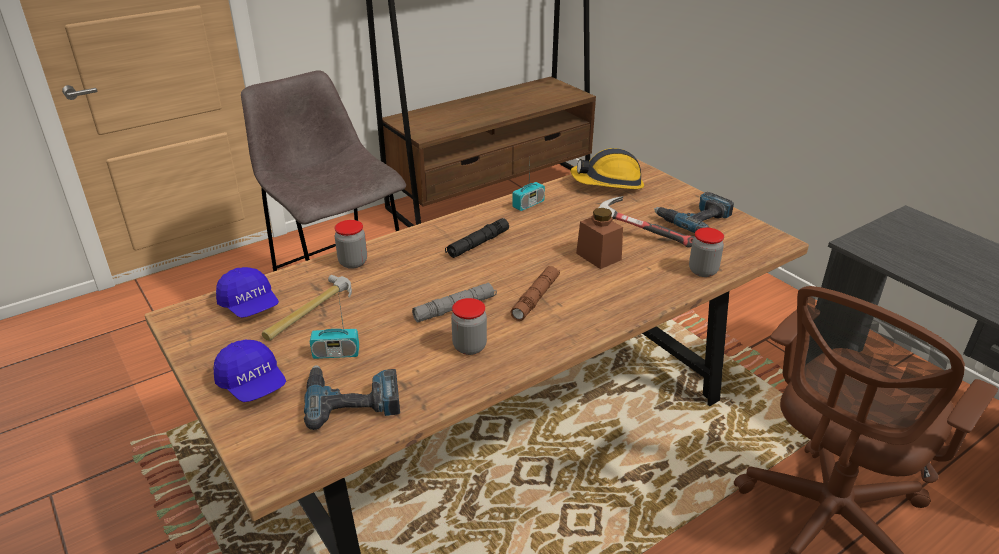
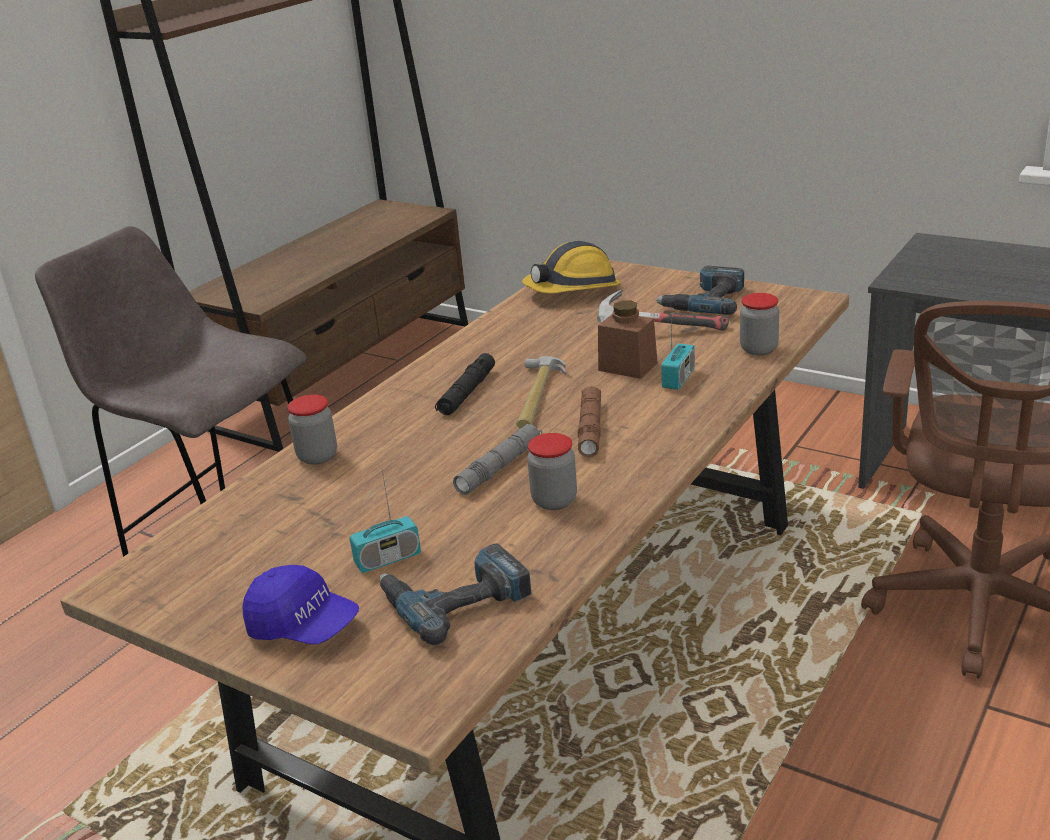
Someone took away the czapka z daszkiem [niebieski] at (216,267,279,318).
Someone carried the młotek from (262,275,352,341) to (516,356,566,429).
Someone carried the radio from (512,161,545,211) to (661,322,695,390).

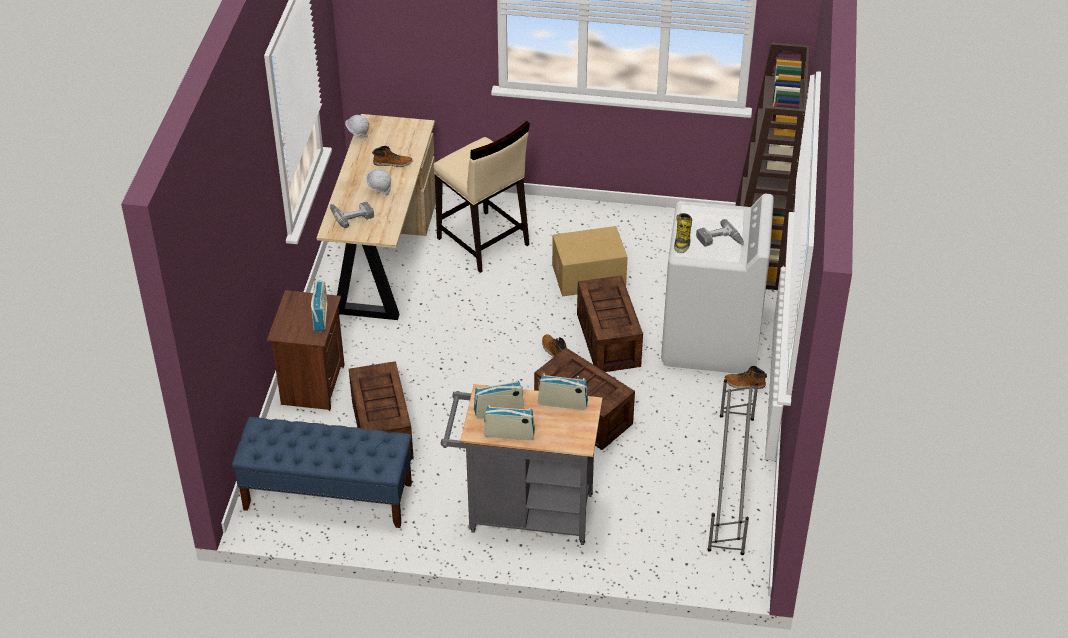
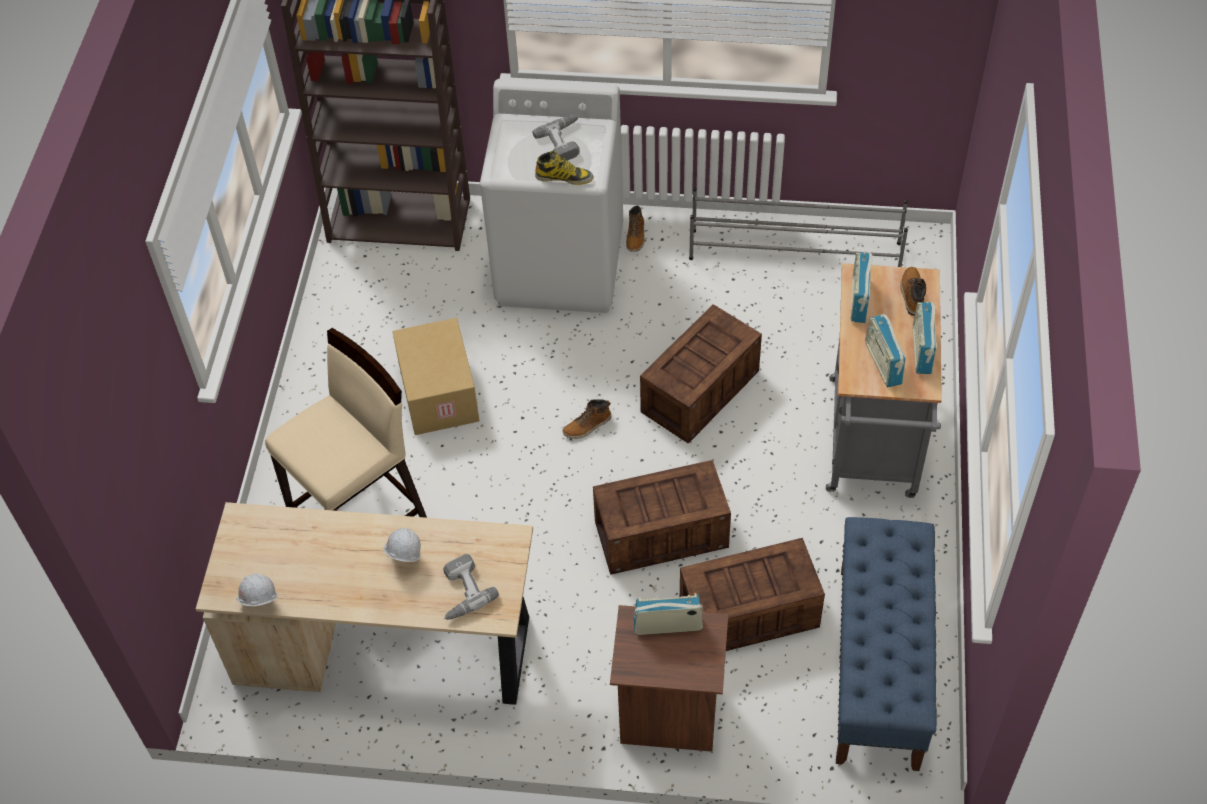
Someone carried the but z cholewką from (372,146,413,167) to (900,267,926,316).
Someone carried the skrzynka from (577,275,643,372) to (593,460,731,575).

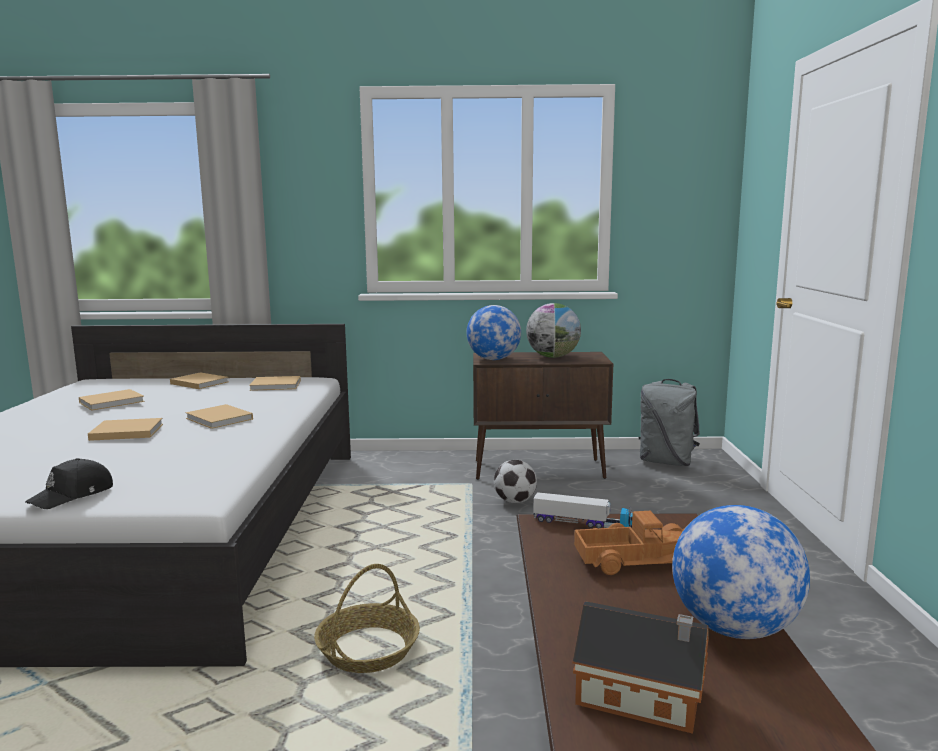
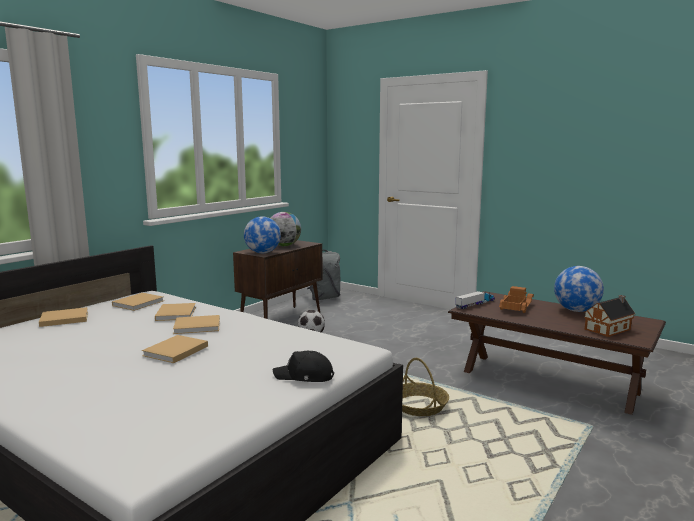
Someone carried the książka [beżowy] from (79,389,145,411) to (155,303,196,321).
Someone rotated the czapka z daszkiem [czarny] at (25,458,113,509) by 120 degrees clockwise.

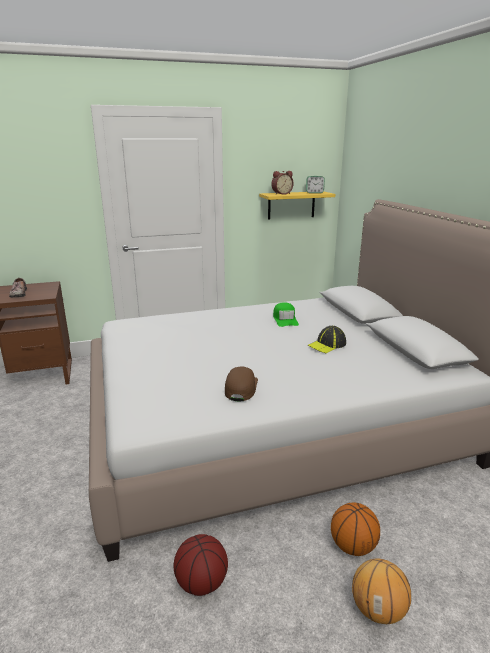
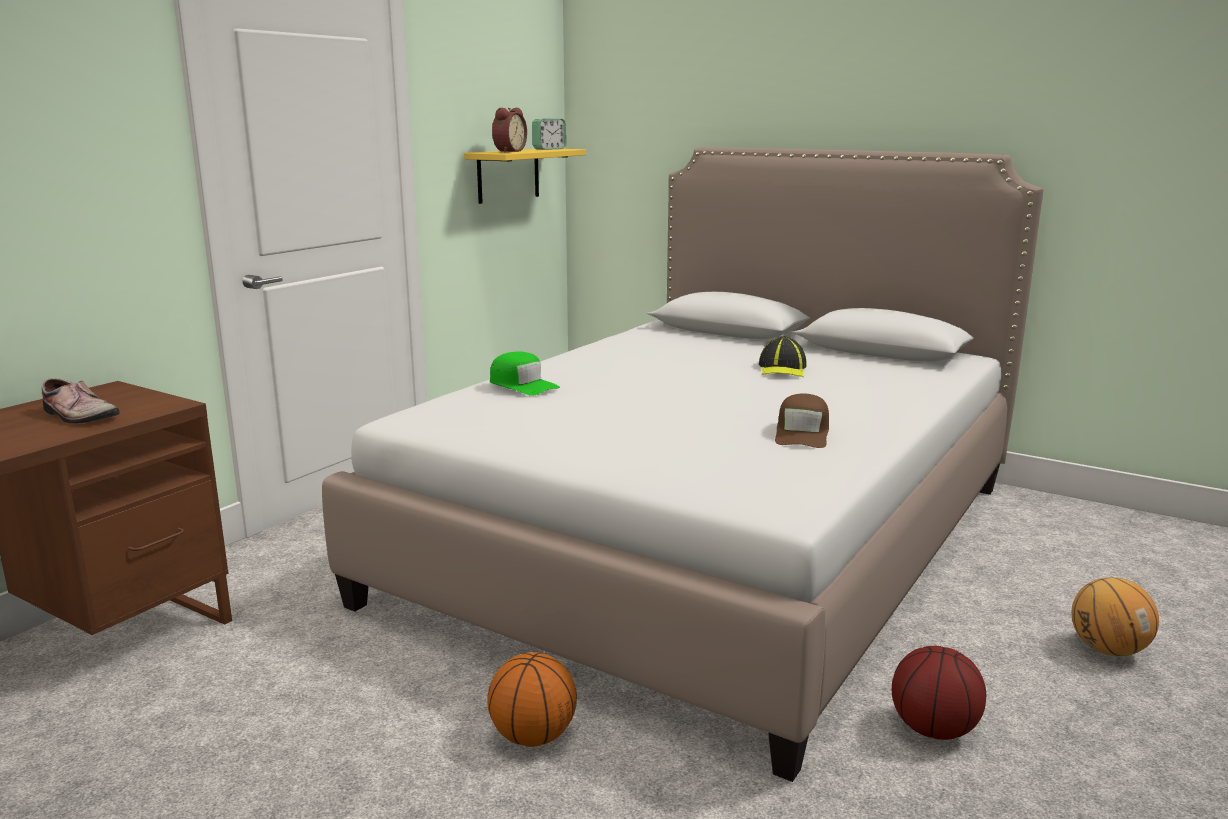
Someone carried the czapka z daszkiem [zielony] from (273,302,299,327) to (490,351,560,396).
Someone carried the piłka do koszykówki from (331,502,380,556) to (487,652,577,747).
Someone rotated the czapka z daszkiem [brązowy] at (225,366,258,401) by 135 degrees counterclockwise.

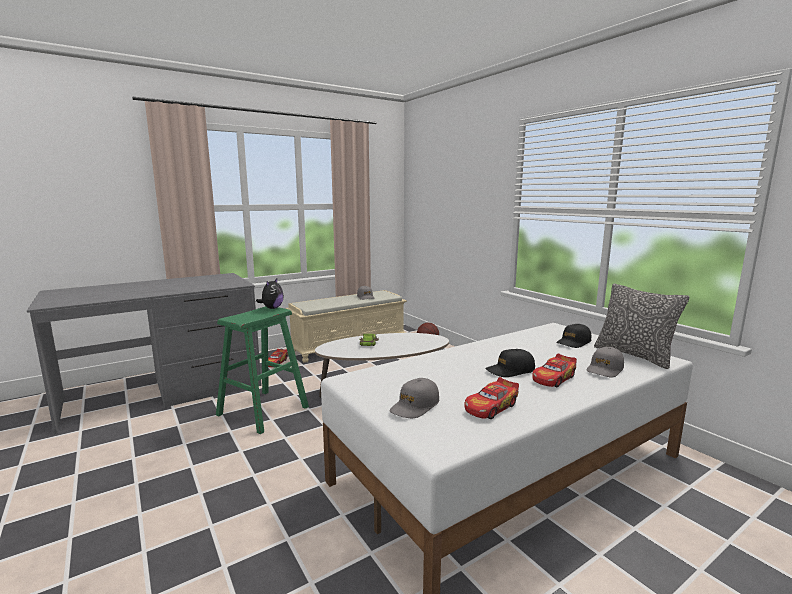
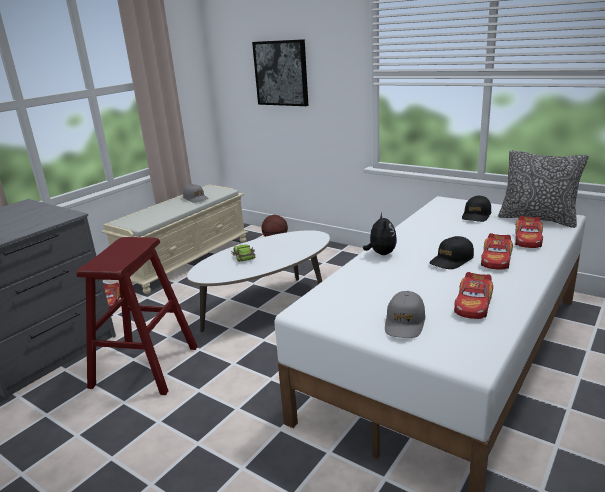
Someone put up the obraz at (252,39,308,106).
Someone carried the pluszak from (256,278,284,309) to (363,213,397,255).
Someone swapped the czapka z daszkiem [szary] at (587,347,624,377) for the samochodzik at (515,216,543,248).
Someone repainted the stołek [zielony] at (216,306,309,434), which became the stołek [czerwony] at (76,237,198,395).

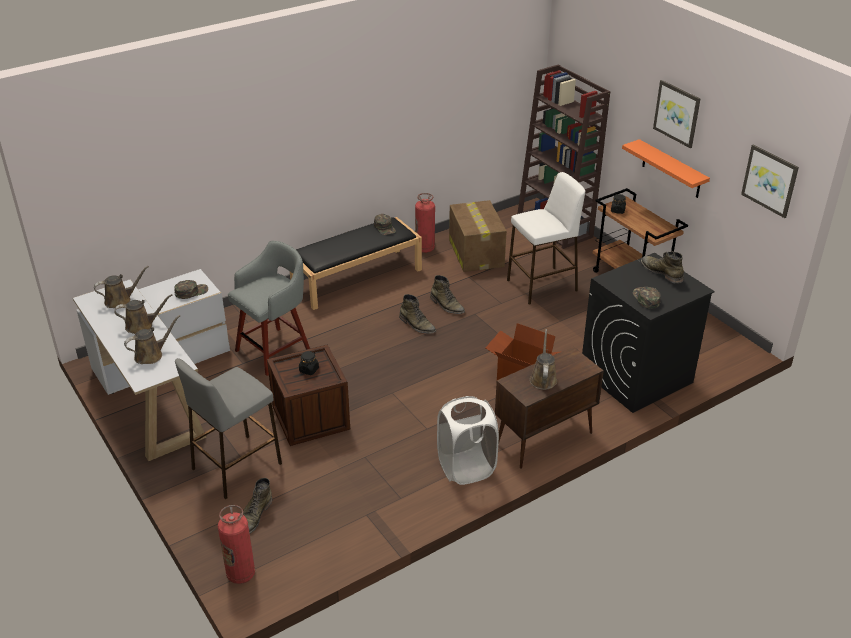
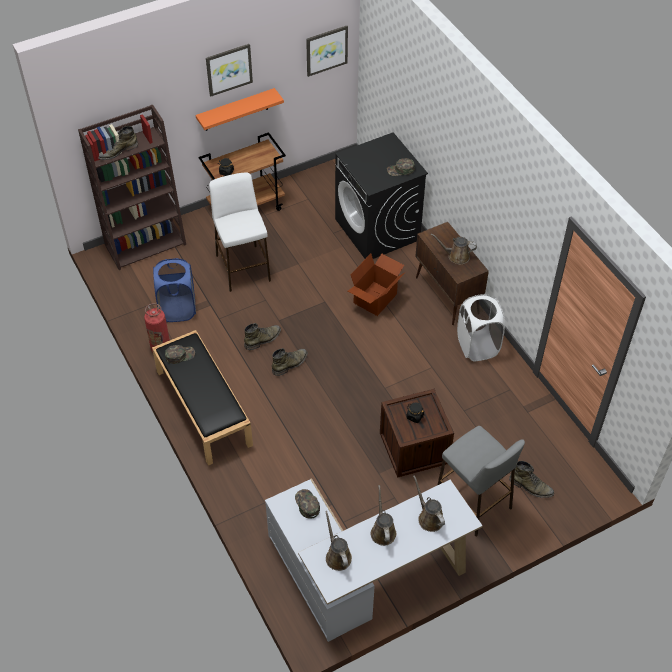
Someone took away the gaśnica at (218,505,255,584).
Someone took away the stołek [szary] at (228,241,310,376).
Someone carried the but z cholewką [zielony] from (641,251,684,284) to (98,126,138,160).
Someone swapped the karton at (449,200,507,272) for the kosz na pranie [niebieski] at (153,258,196,322).

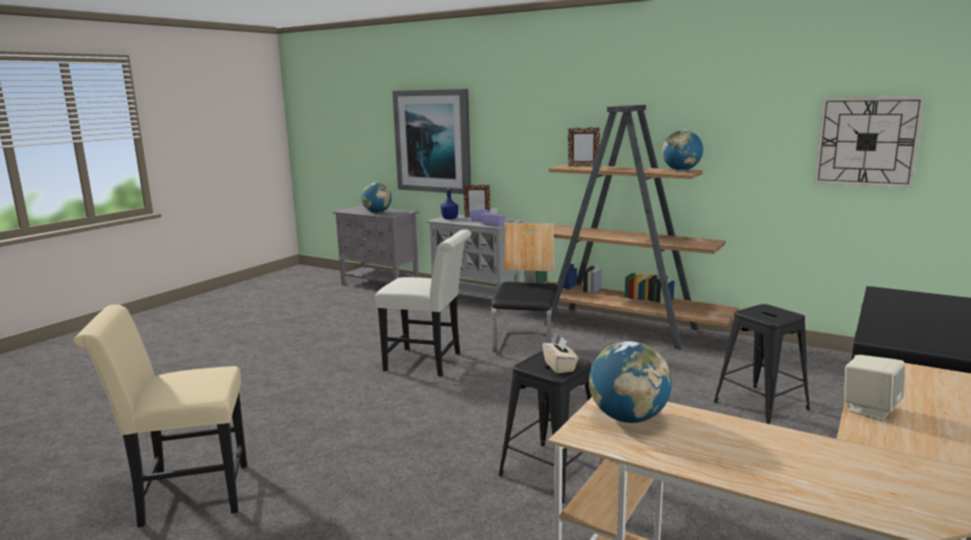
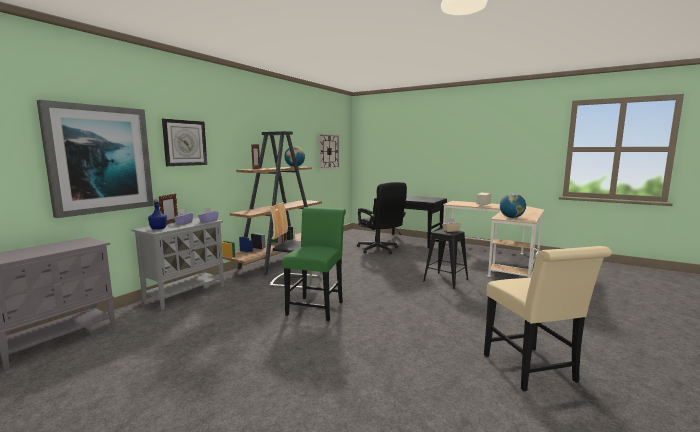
Someone took away the globus at (361,183,392,213).
Someone put up the zegar ścienny at (162,119,207,166).
Someone swapped the stołek [czarny] at (714,304,810,424) for the krzesło biurowe [czarny] at (357,182,407,254).
Someone repainted the krzesło [biały] at (375,230,471,377), which became the krzesło [zielony] at (282,207,346,321).

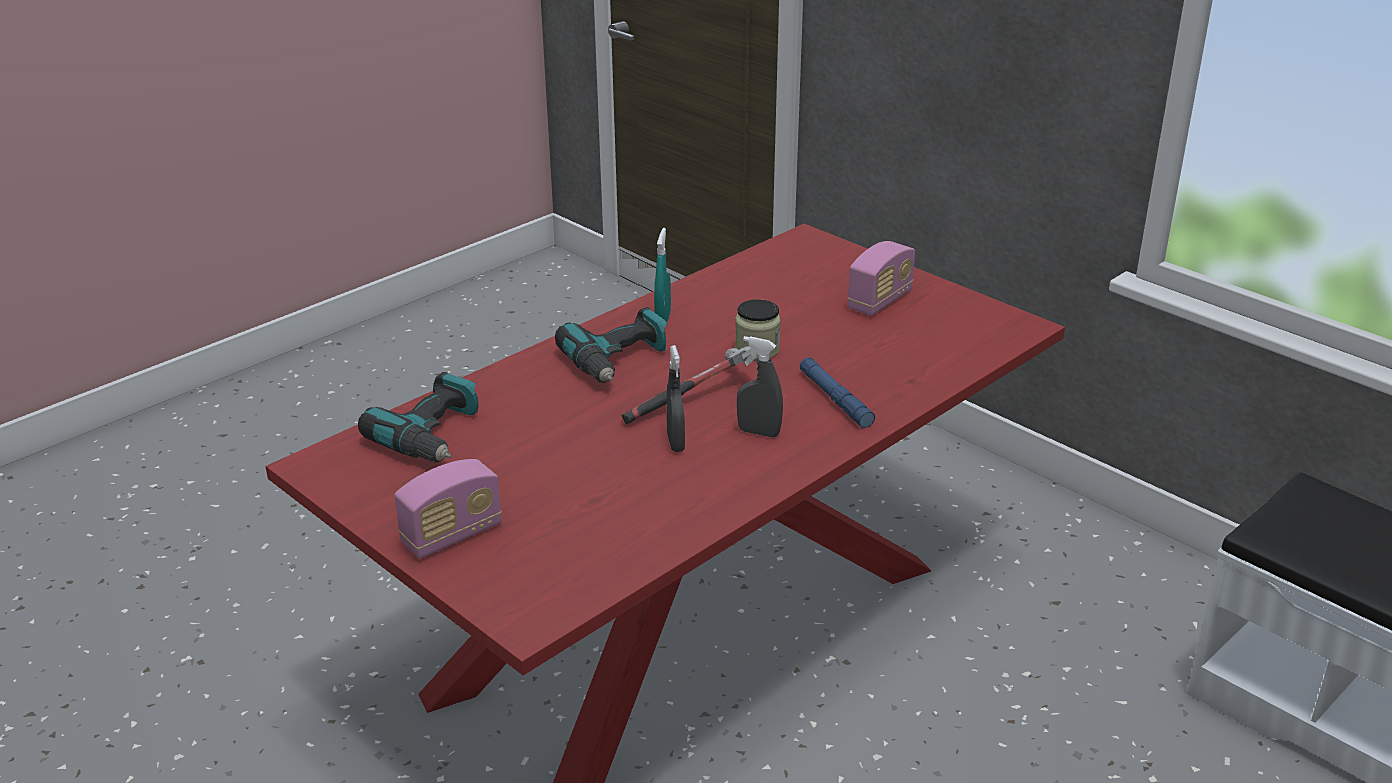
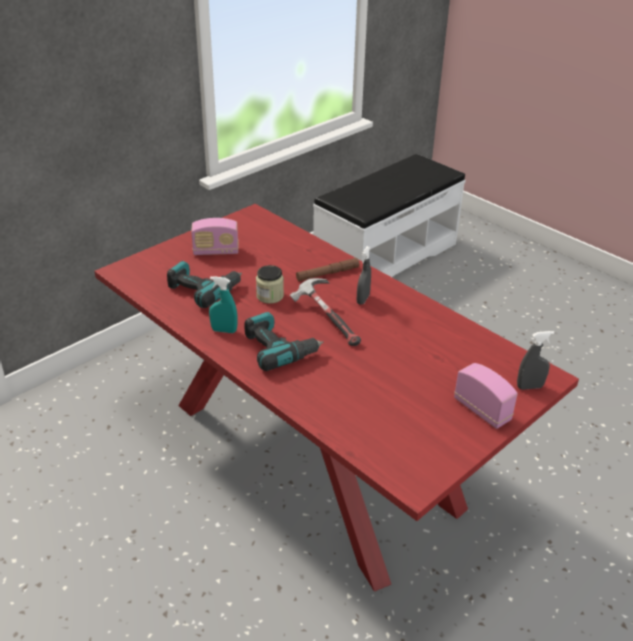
Someone carried the wiertarka from (358,372,478,463) to (167,261,242,308).
Someone carried the spryskiwacz [szary] from (667,345,685,452) to (517,331,554,390).
Someone repainted the latarka [niebieski] at (800,357,875,428), which became the latarka [brązowy] at (296,258,359,281).
Someone rotated the radio at (848,241,915,316) by 135 degrees clockwise.

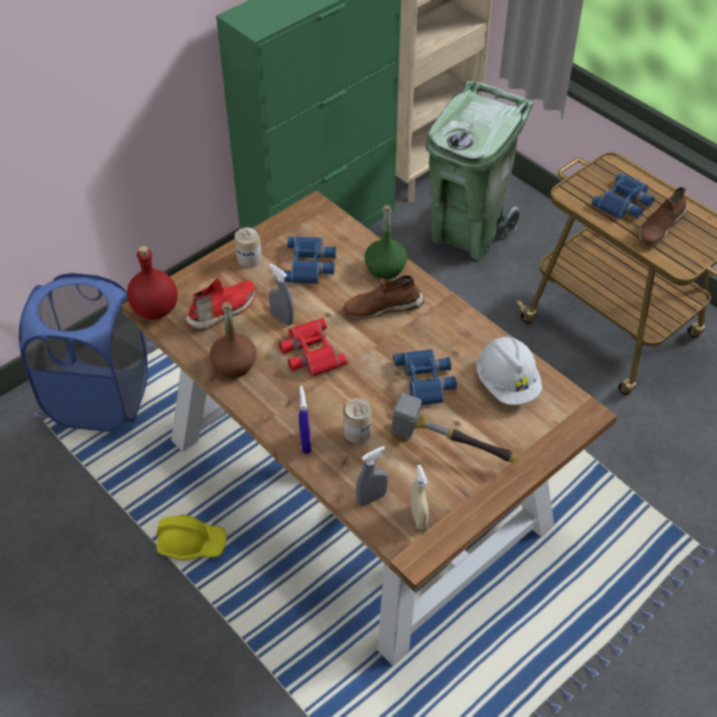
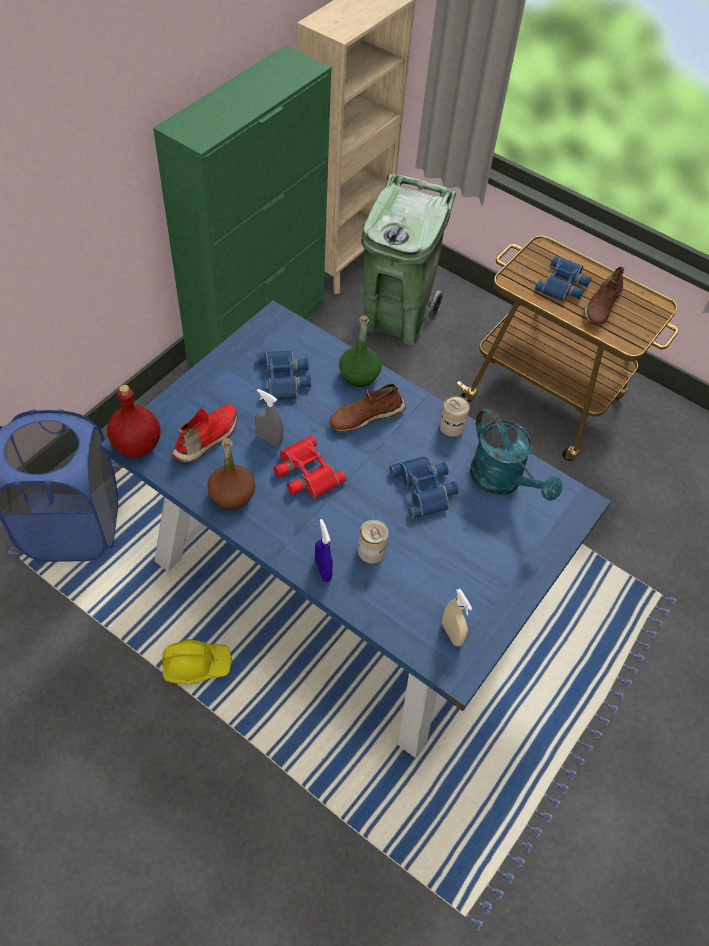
Someone took away the spryskiwacz [szary] at (356,446,388,506).
Someone took away the młotek at (390,393,519,463).
Someone carried the puszka from (235,227,262,268) to (439,395,470,437).
Someone swapped the kask [biały] at (476,336,542,405) for the konewka [turkusowy] at (470,408,562,501).
Someone repainted the stół jadalny [brązowy] at (121,190,617,665), which became the stół jadalny [niebieski] at (100,300,611,758).

